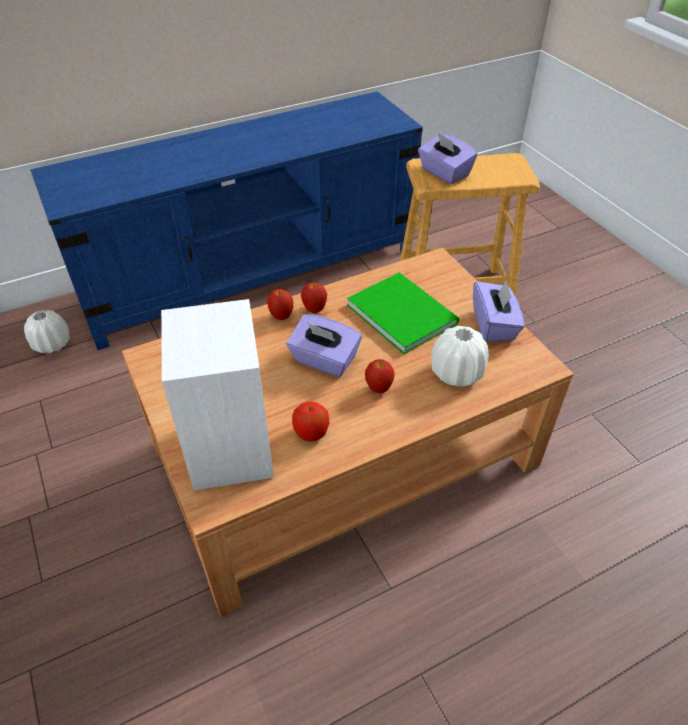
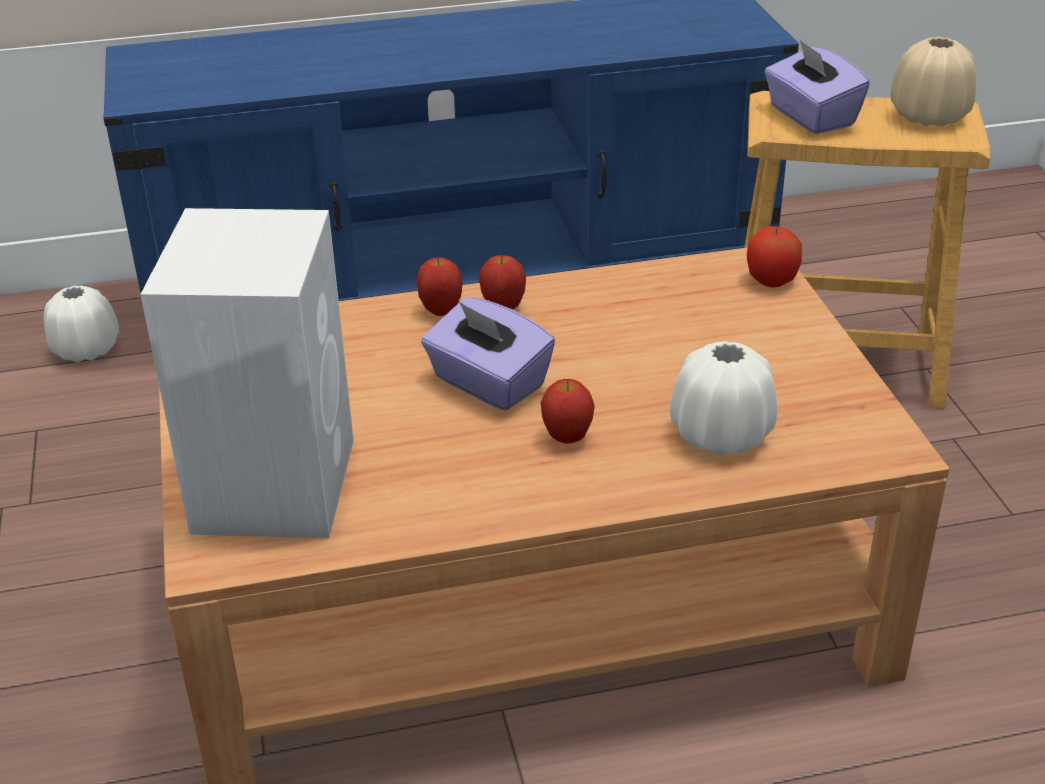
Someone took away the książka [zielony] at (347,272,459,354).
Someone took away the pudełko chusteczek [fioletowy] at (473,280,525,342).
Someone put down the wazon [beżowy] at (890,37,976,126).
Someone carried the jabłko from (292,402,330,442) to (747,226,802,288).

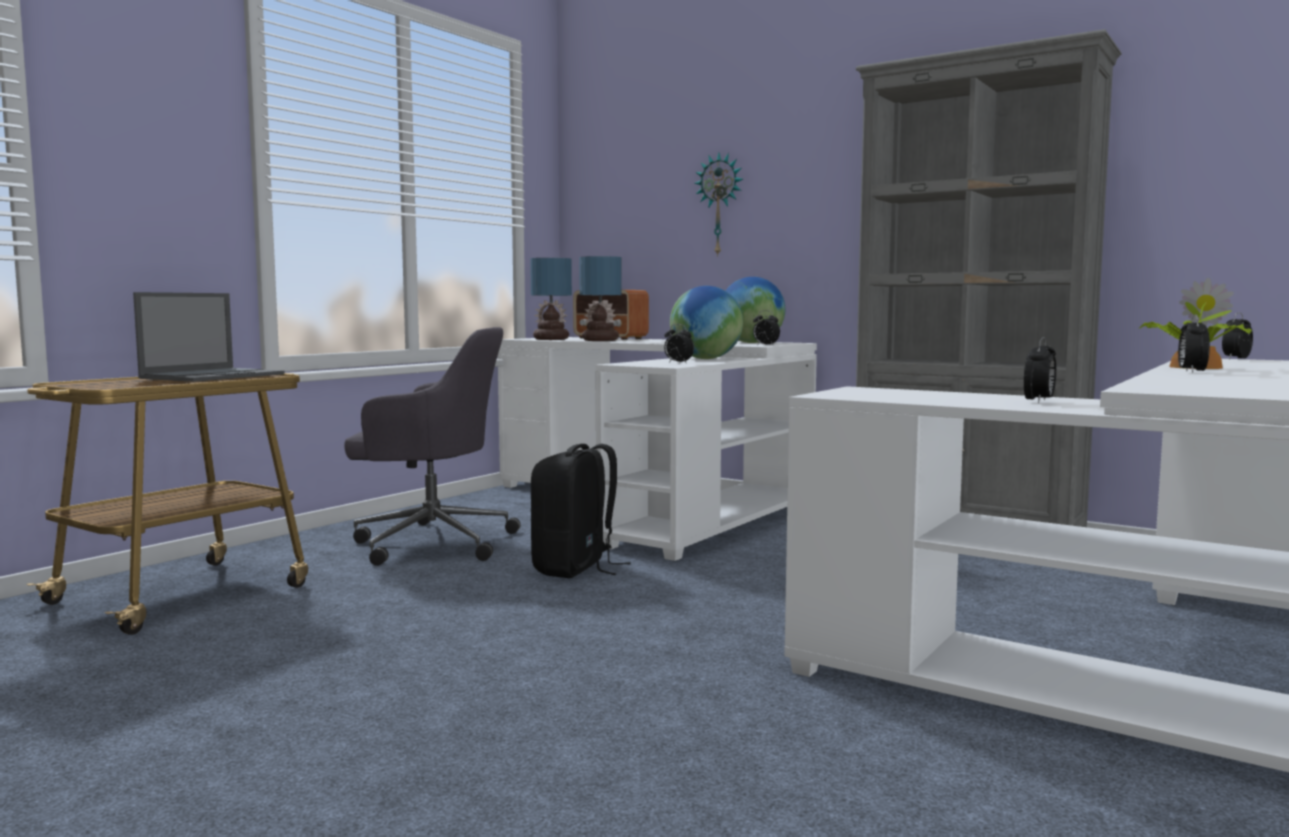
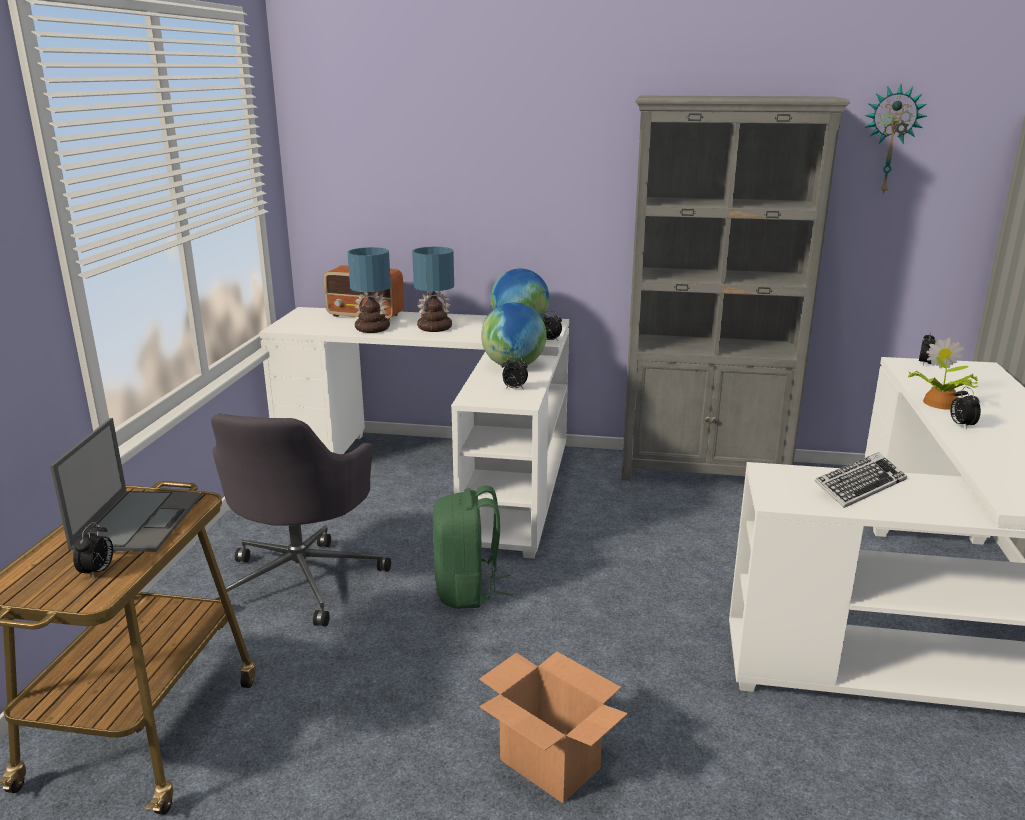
Someone put down the karton at (479,651,628,803).
Someone put down the klawiatura at (815,452,907,508).
Someone carried the lampa stołowa from (530,258,572,340) to (412,247,454,332).
Someone carried the zegar ścienny from (694,152,743,257) to (864,85,927,195).
Someone carried the budzik from (1024,337,1056,404) to (73,522,113,579).
Someone repainted the plecak [czarny] at (531,444,631,578), which became the plecak [zielony] at (433,486,513,609).
Someone rotated the krzesło biurowe [szary] at (344,327,521,566) by 120 degrees clockwise.

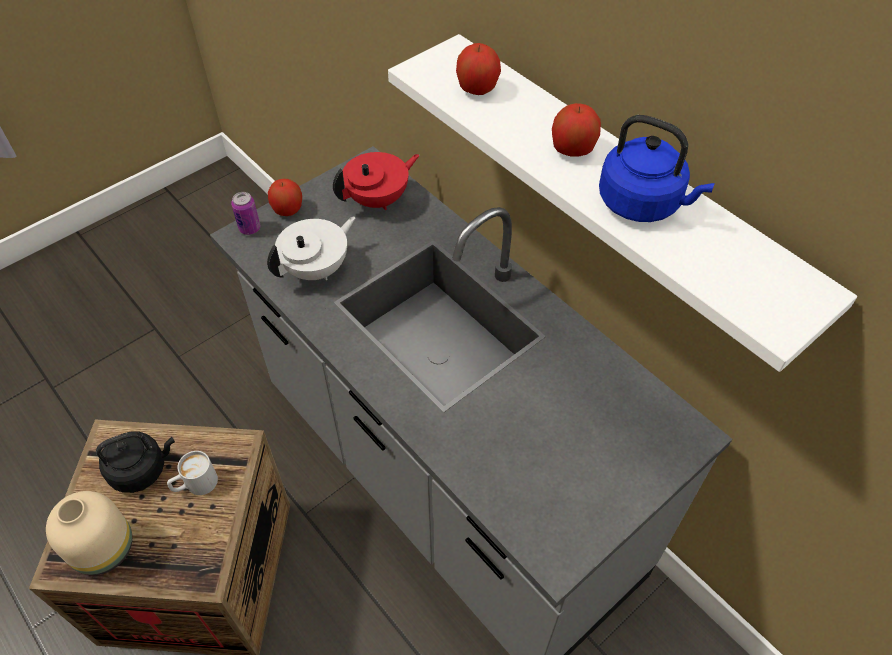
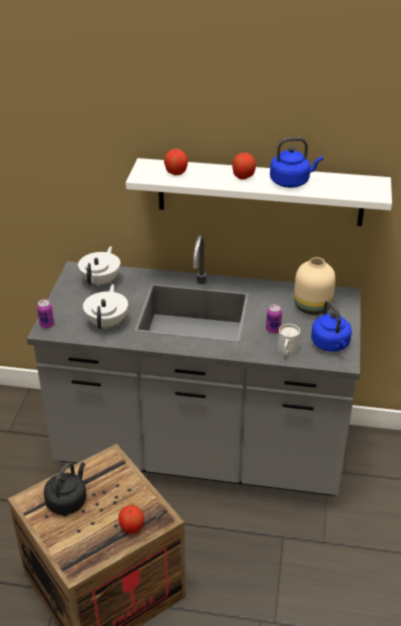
Someone put down the puszka at (266,304,282,334).
Someone put down the czajnik [niebieski] at (311,301,352,352).
Someone carried the wazon [beżowy] from (46,491,132,575) to (294,257,336,315).
Someone carried the kubek [biały] from (167,451,218,495) to (278,324,300,356).
Someone carried the jabłko from (268,179,302,216) to (118,505,145,534).
Someone repainted the imbryk [czerwony] at (333,152,420,210), which became the imbryk [biały] at (78,246,120,287).

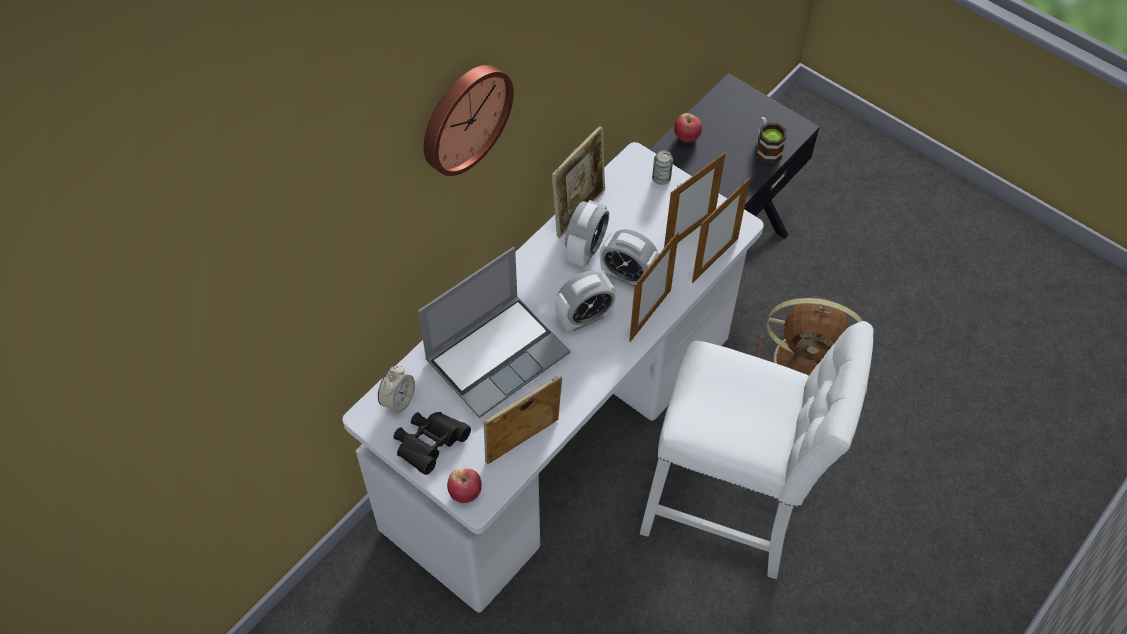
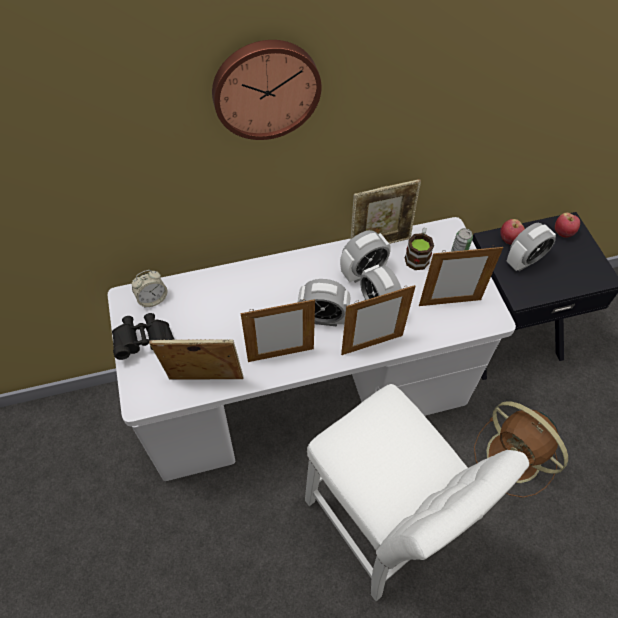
Someone took away the laptop at (418,247,570,418).
Someone put down the budzik at (506,223,556,271).
Someone carried the jabłko from (447,468,482,503) to (555,213,580,238).
Someone carried the ramka na zdjęcie from (692,177,750,283) to (241,299,315,362).
Someone carried the kubek from (756,117,786,163) to (405,228,434,270).

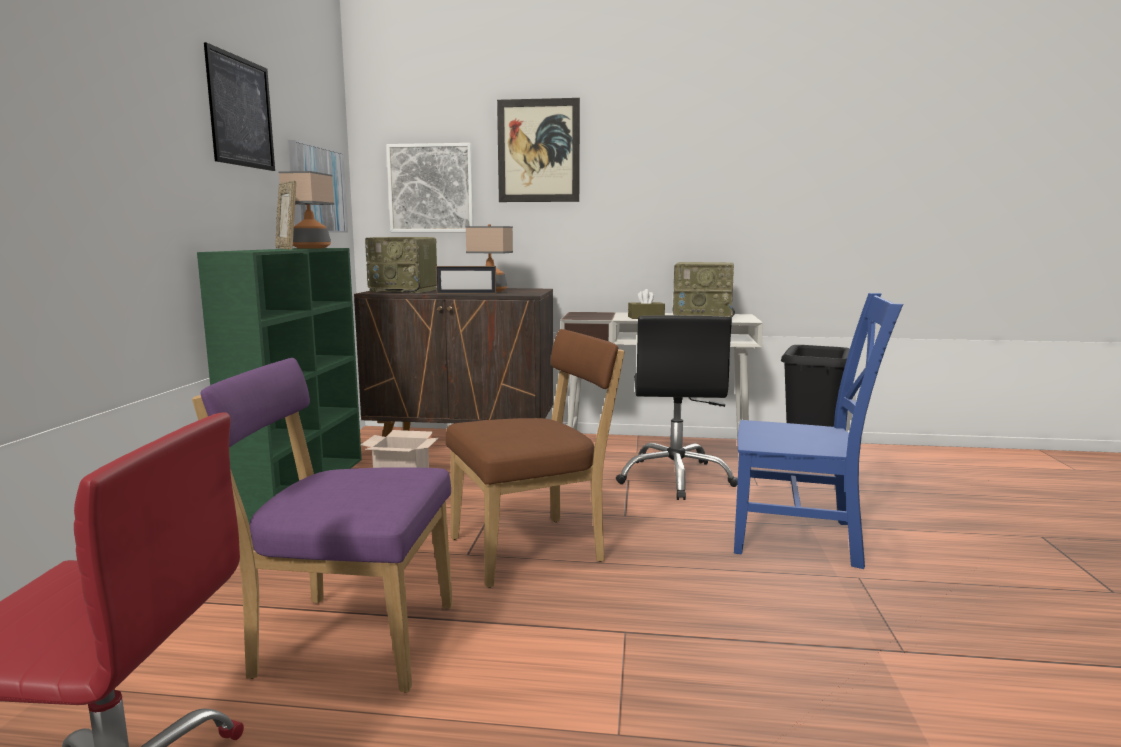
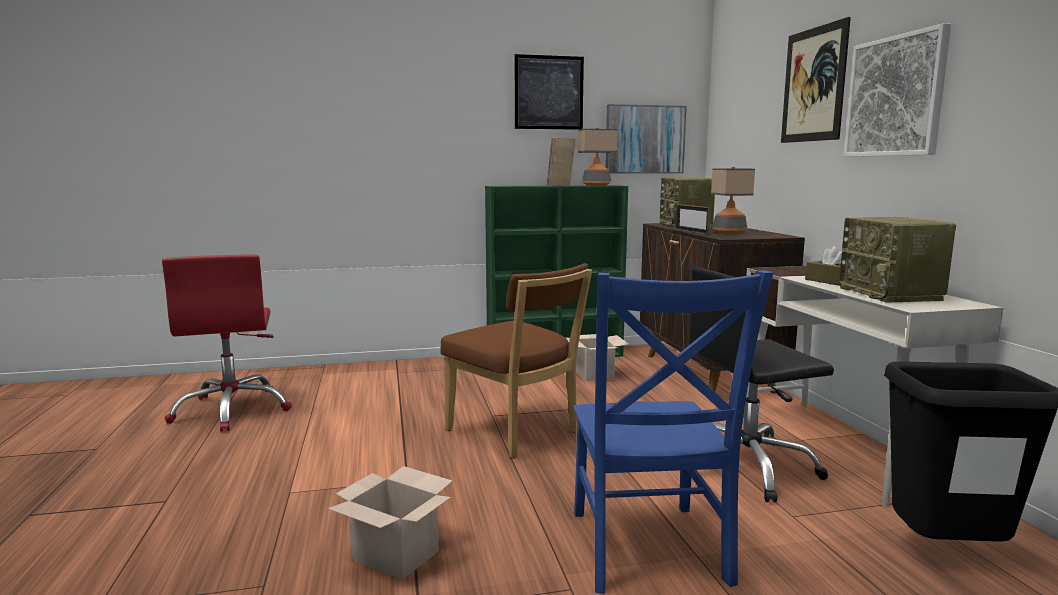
Someone took away the krzesło [fioletowy] at (192,358,453,692).
Someone put down the karton at (328,466,452,580).
Someone carried the obraz from (386,143,474,232) to (844,23,951,157).

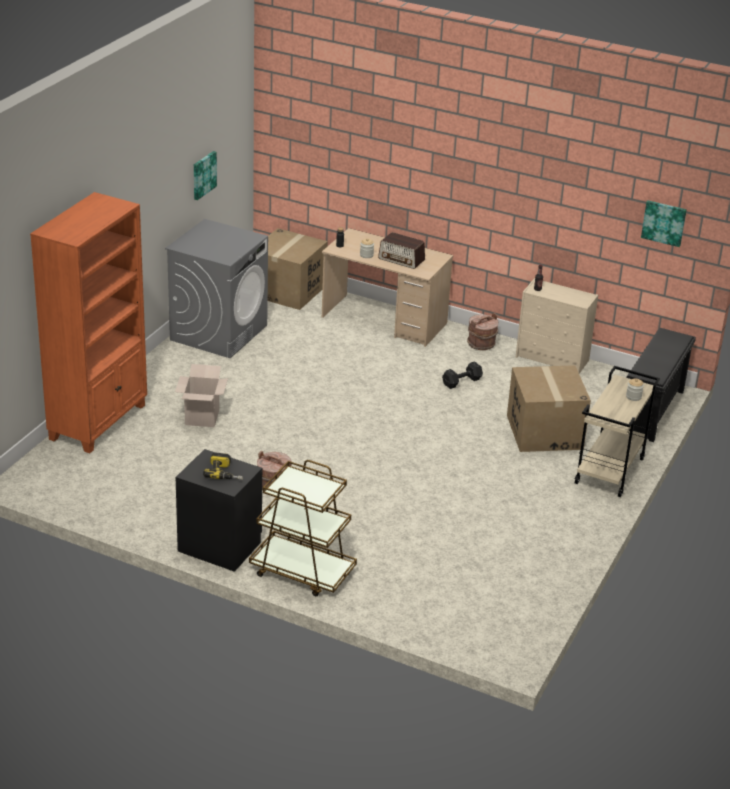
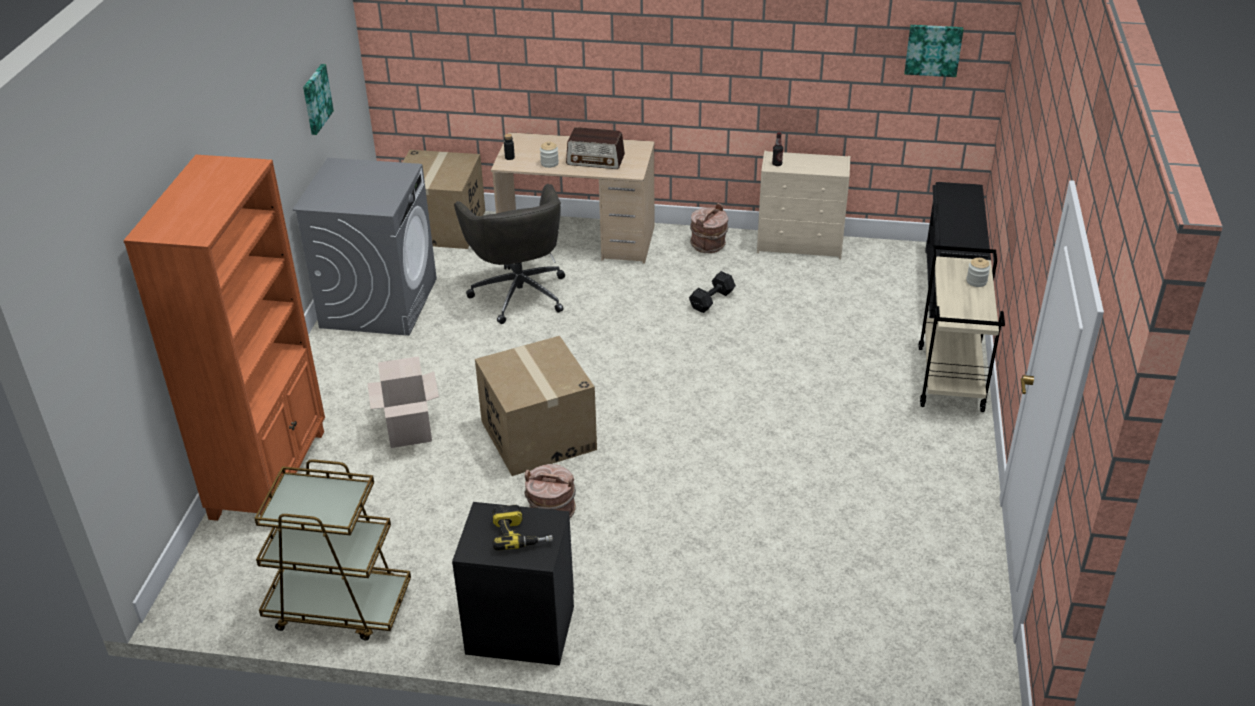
Someone put down the krzesło biurowe [szary] at (454,184,565,324).
Someone carried the wózek [brązowy] from (249,460,357,596) to (254,459,411,641).
Someone carried the karton from (507,365,591,452) to (475,336,597,476).

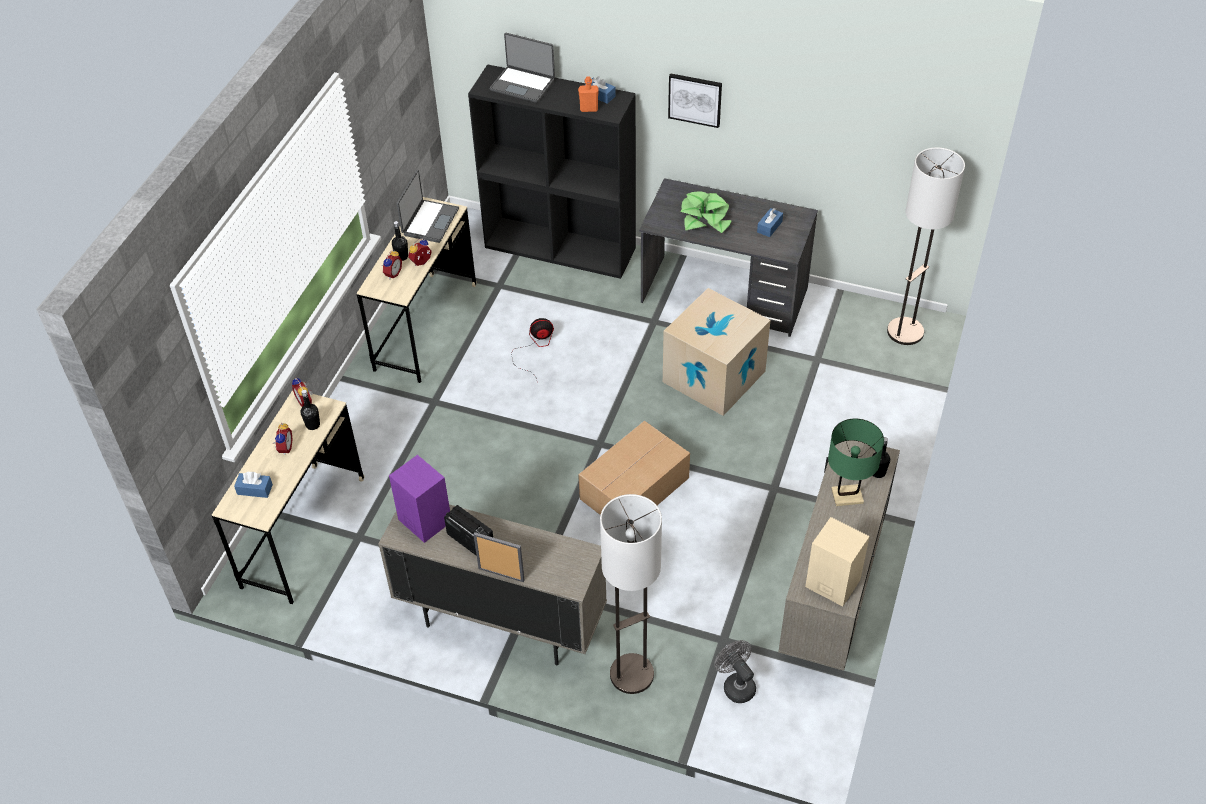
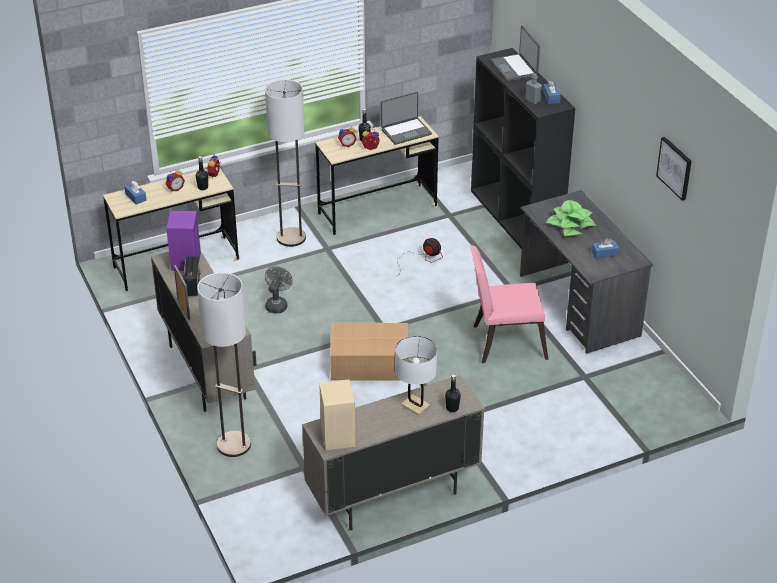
Someone carried the obraz from (668,73,722,128) to (656,137,692,201).
Someone carried the wentylator [szary] from (715,640,756,703) to (265,266,293,314).
Someone carried the lampa stojąca from (887,147,965,345) to (265,79,306,247).
Someone swapped the karton at (663,288,771,416) for the krzesło [różowy] at (470,245,549,363).
Someone repainted the butelka [pomarańczowy] at (578,77,599,112), which became the butelka [szary] at (525,73,542,104).
Someone repainted the lampa stołowa [zielony] at (828,419,884,506), which became the lampa stołowa [biały] at (395,336,437,416).

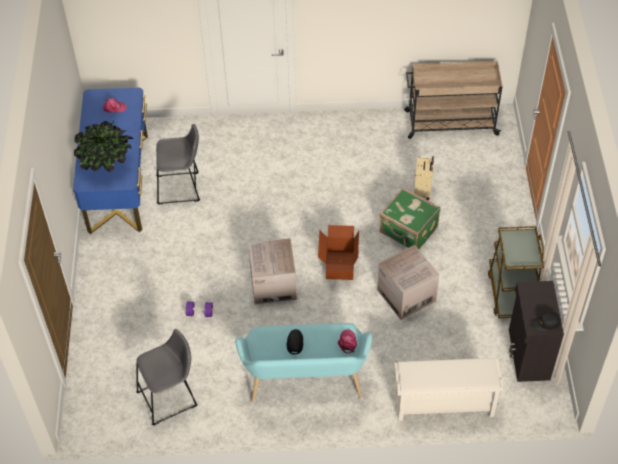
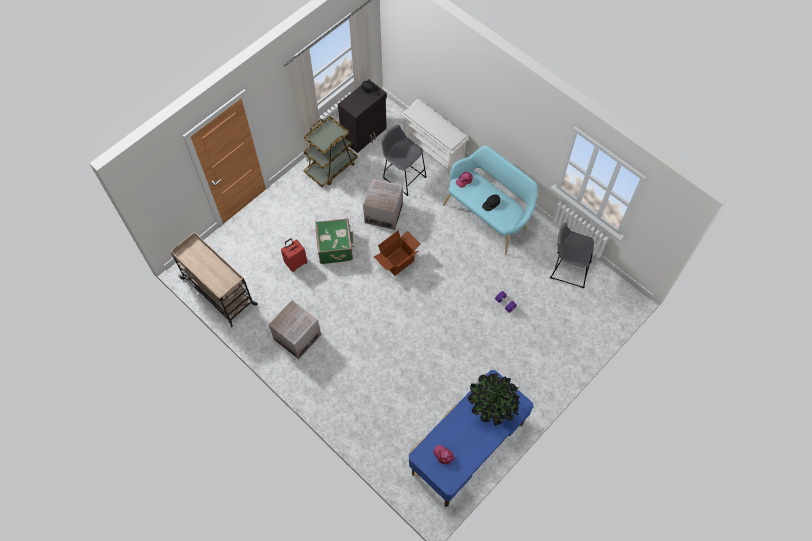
Someone carried the stołek [szary] from (156,124,200,205) to (382,124,427,196).
Someone carried the karton from (248,238,297,305) to (268,300,321,359).
Someone repainted the walizka [beżowy] at (414,156,434,200), which became the walizka [czerwony] at (281,238,307,272).

